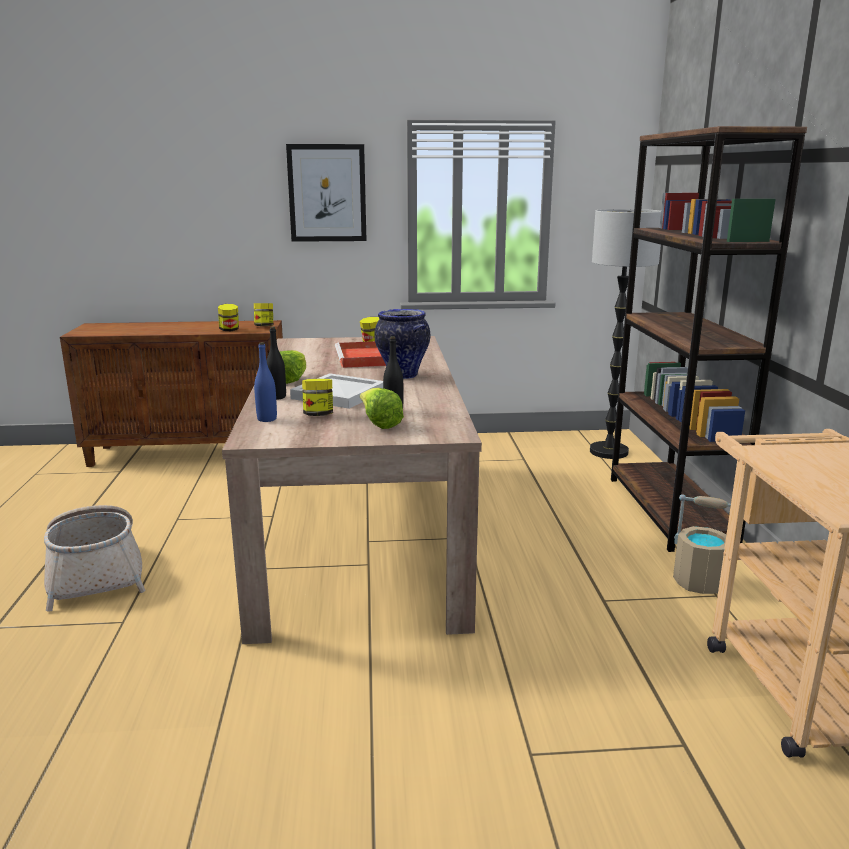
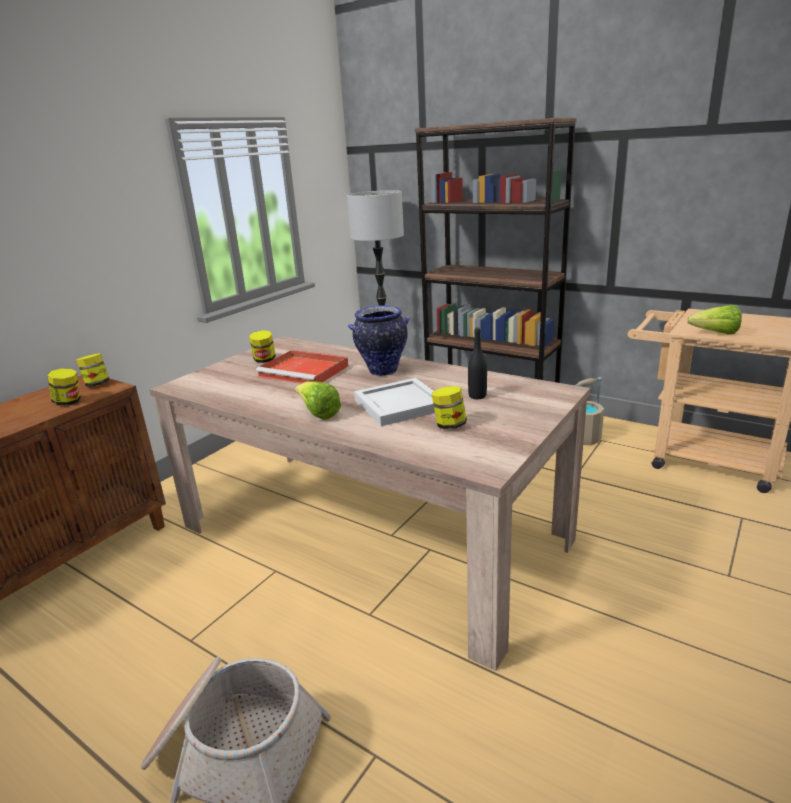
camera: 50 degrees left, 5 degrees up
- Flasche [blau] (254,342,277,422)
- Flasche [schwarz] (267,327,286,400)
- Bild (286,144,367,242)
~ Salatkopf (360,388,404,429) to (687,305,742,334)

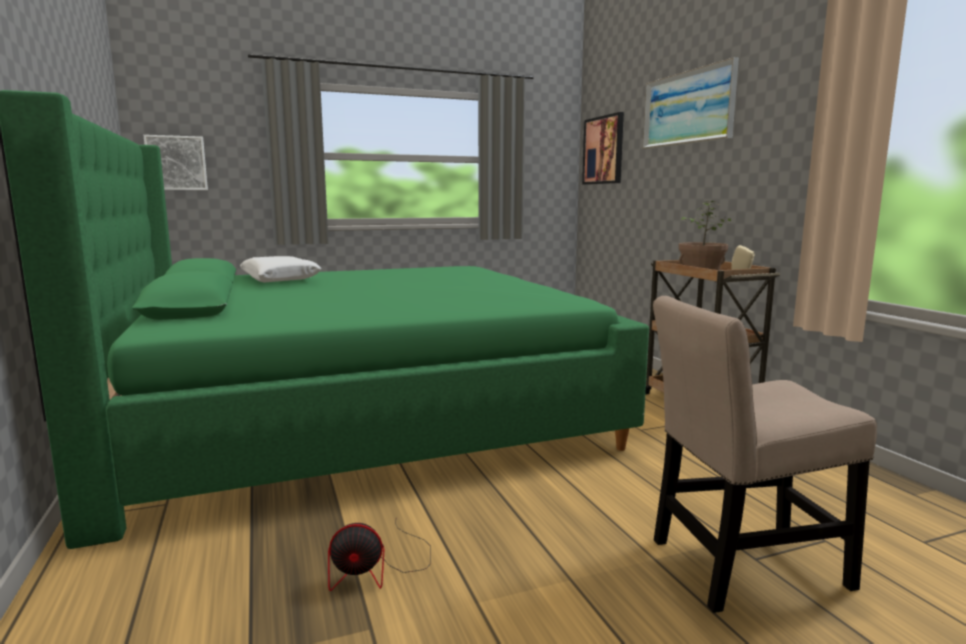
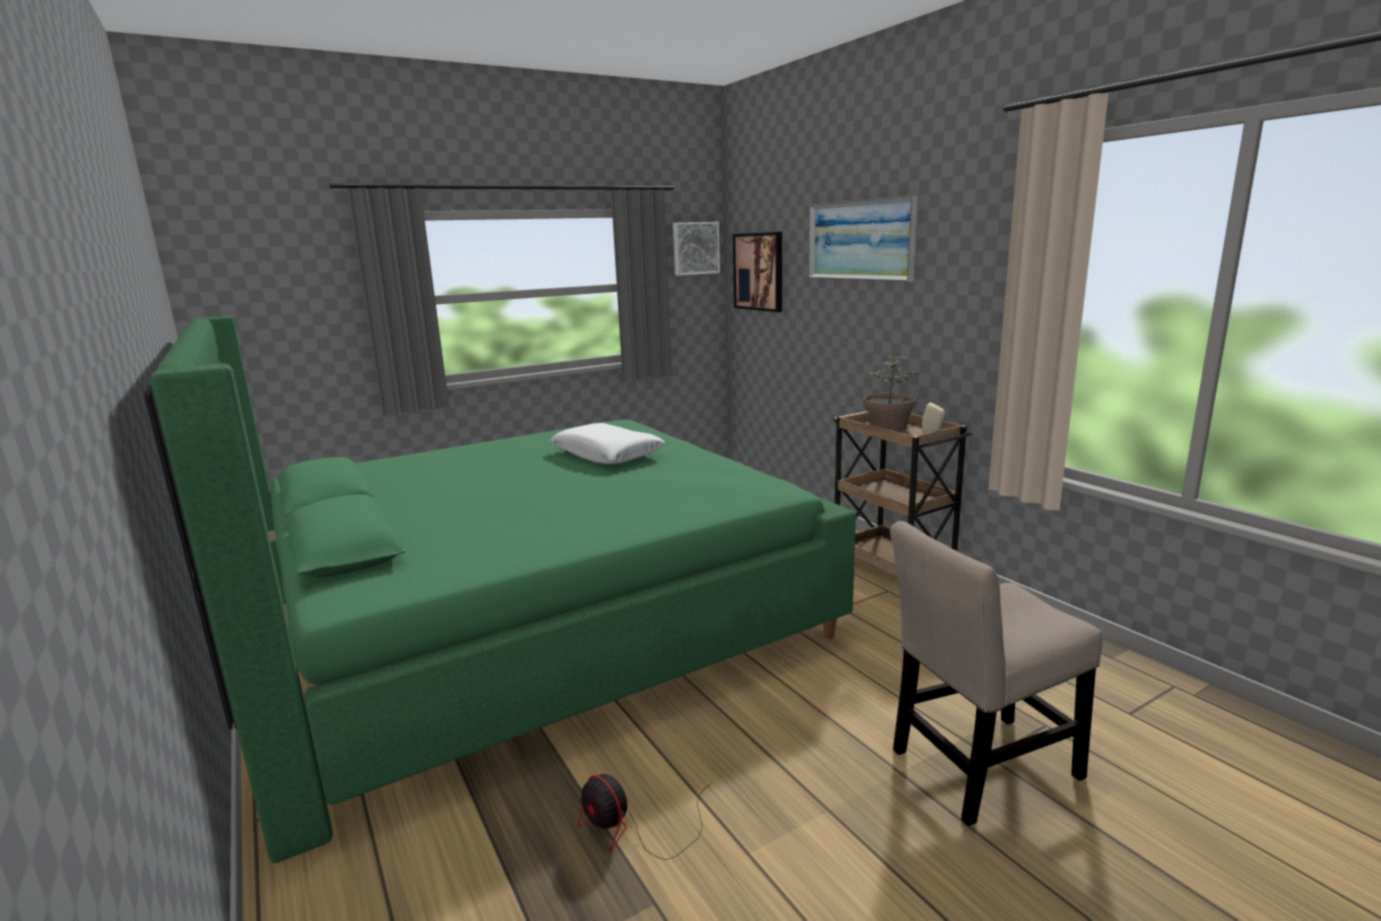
camera: 10 degrees left, 5 degrees up
~ Bild (144,135,208,190) to (673,222,720,276)
~ Kissen [weiß] (240,256,322,283) to (550,423,665,464)
~ Ventilator (328,522,431,591) = (578,774,712,860) 60 degrees clockwise

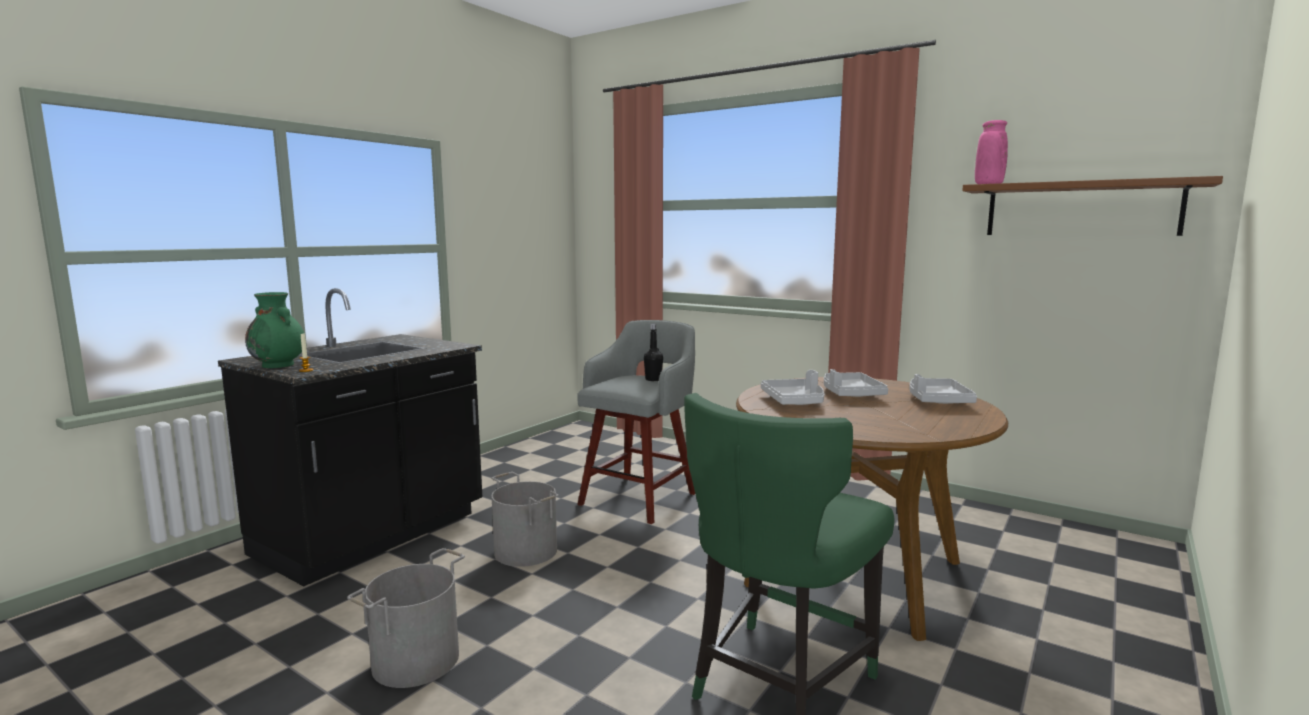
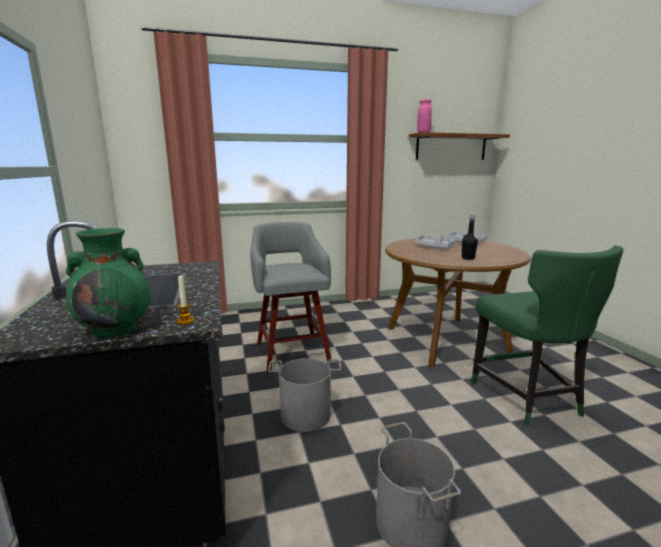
camera: 50 degrees left, 5 degrees up
~ Flasche [schwarz] (644,324,663,381) to (462,215,478,260)
- Tablett [grau] (761,370,824,405)

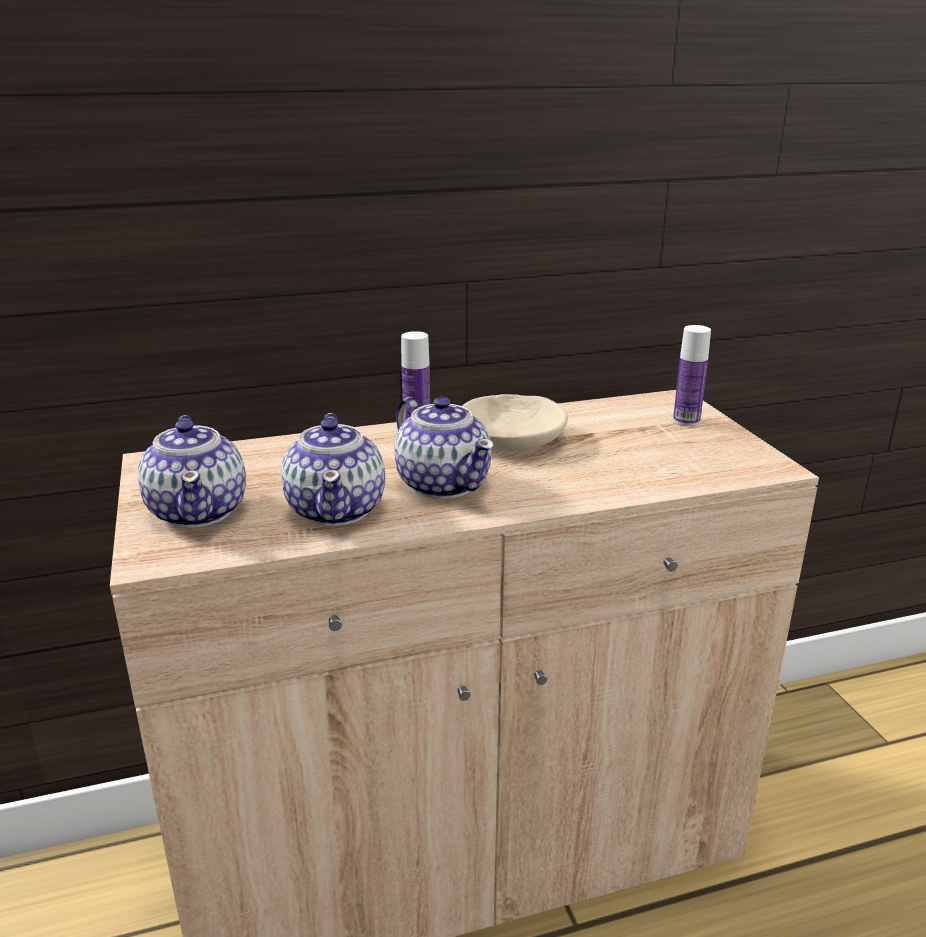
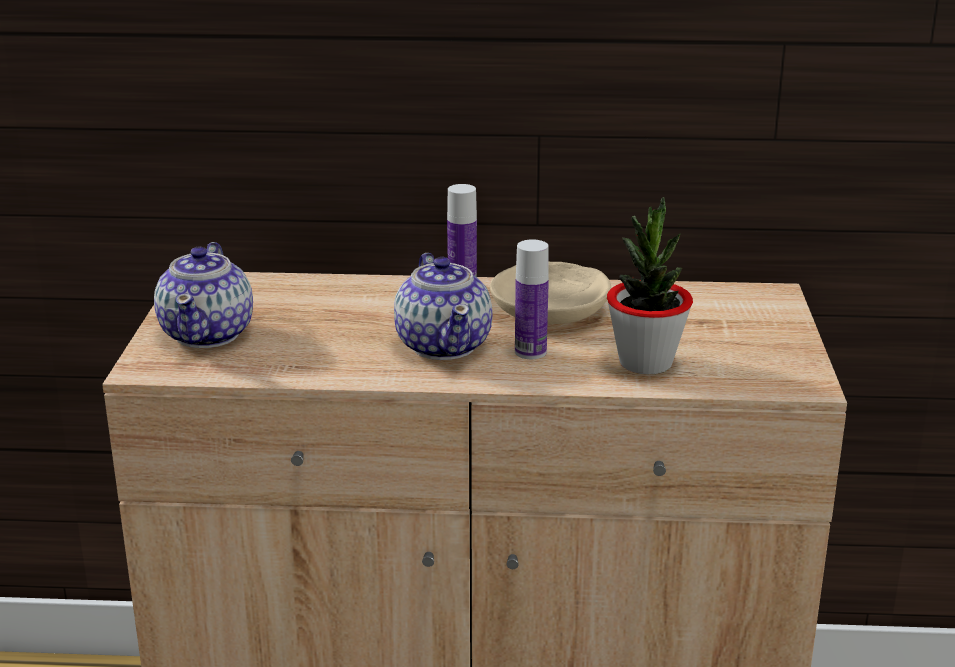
camera: 20 degrees right, 0 degrees up
- Teekanne (281,413,385,526)
~ Flasche (673,325,711,426) to (515,239,549,359)
+ Topfpflanze (607,197,693,374)

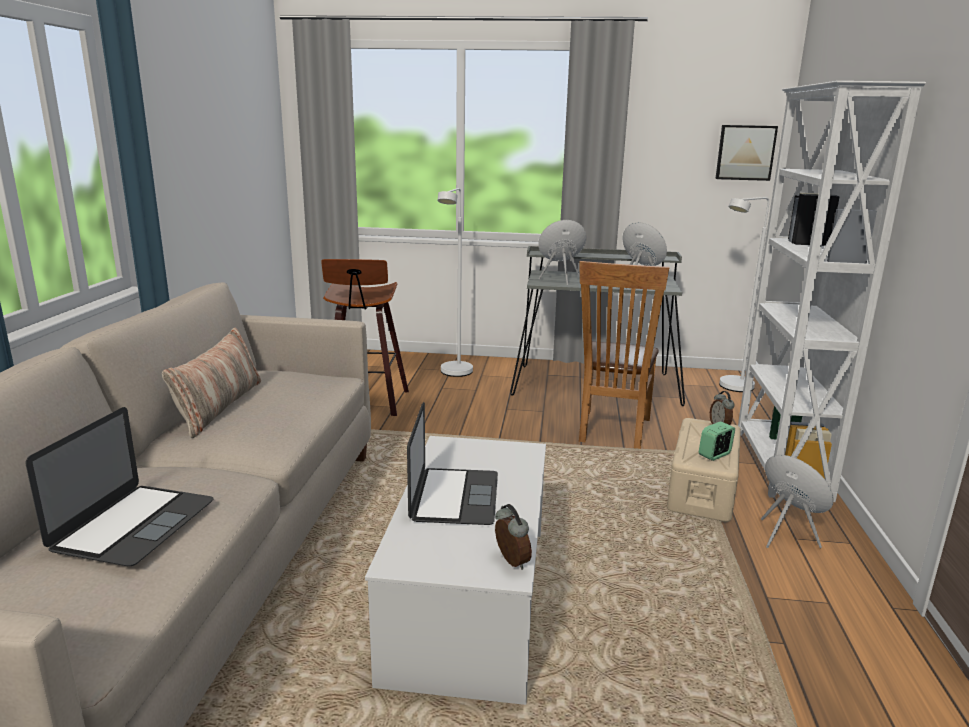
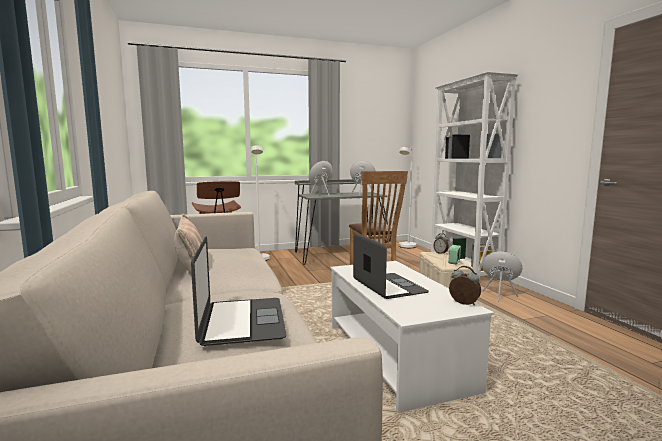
camera: 25 degrees left, 10 degrees down
- Bild (715,125,778,181)

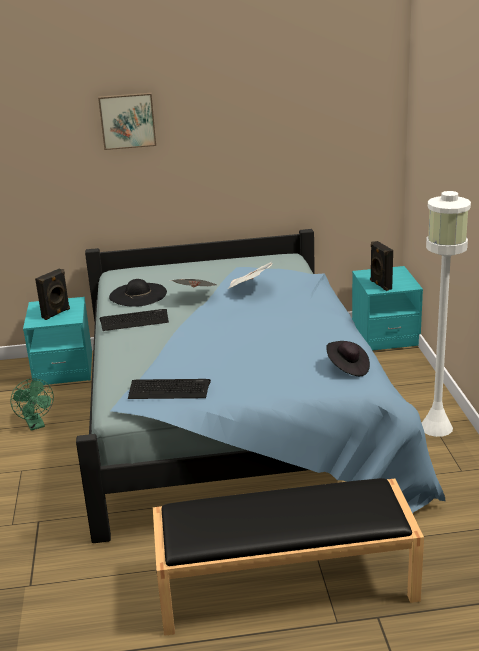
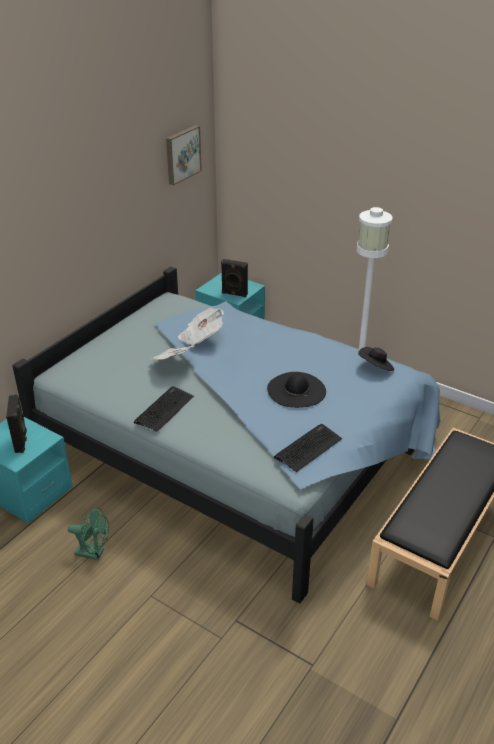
camera: 50 degrees left, 10 degrees up
~ Bild (98,93,156,150) to (166,125,202,185)
~ Hut [schwarz] (109,279,167,307) to (267,372,326,408)

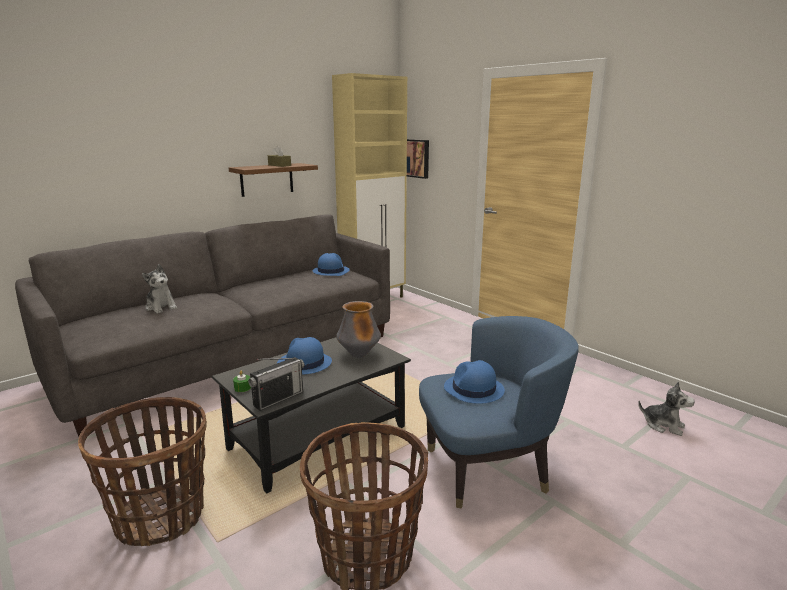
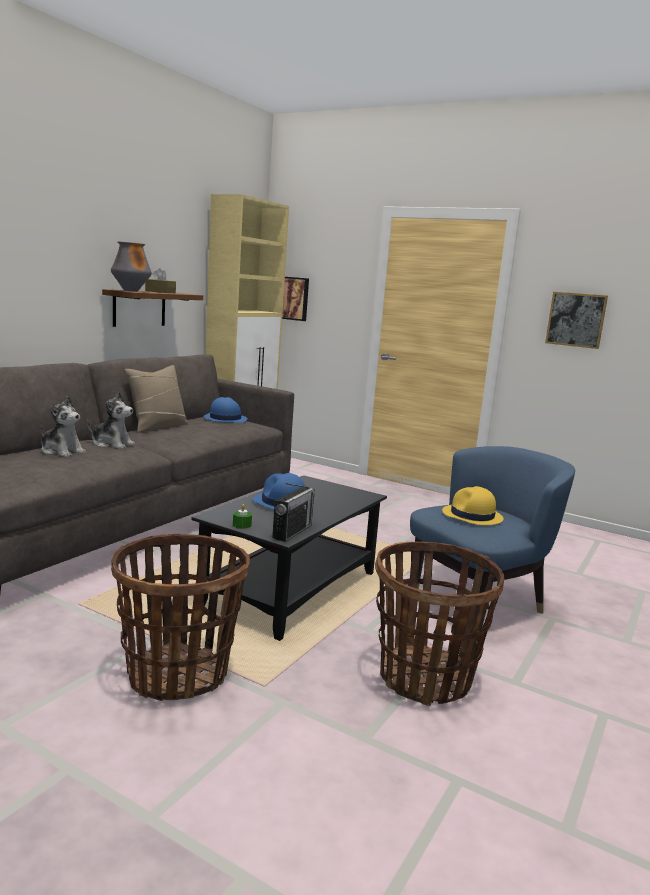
camera: 20 degrees left, 5 degrees down
~ Vase (336,301,381,358) to (111,241,152,292)
~ Hut [blau] (444,360,505,404) to Hut [gelb] (442,486,504,525)
~ Plüschtier (638,381,695,436) to (87,391,135,449)
+ Kissen [beige] (125,365,188,433)
+ Bild (545,292,608,349)

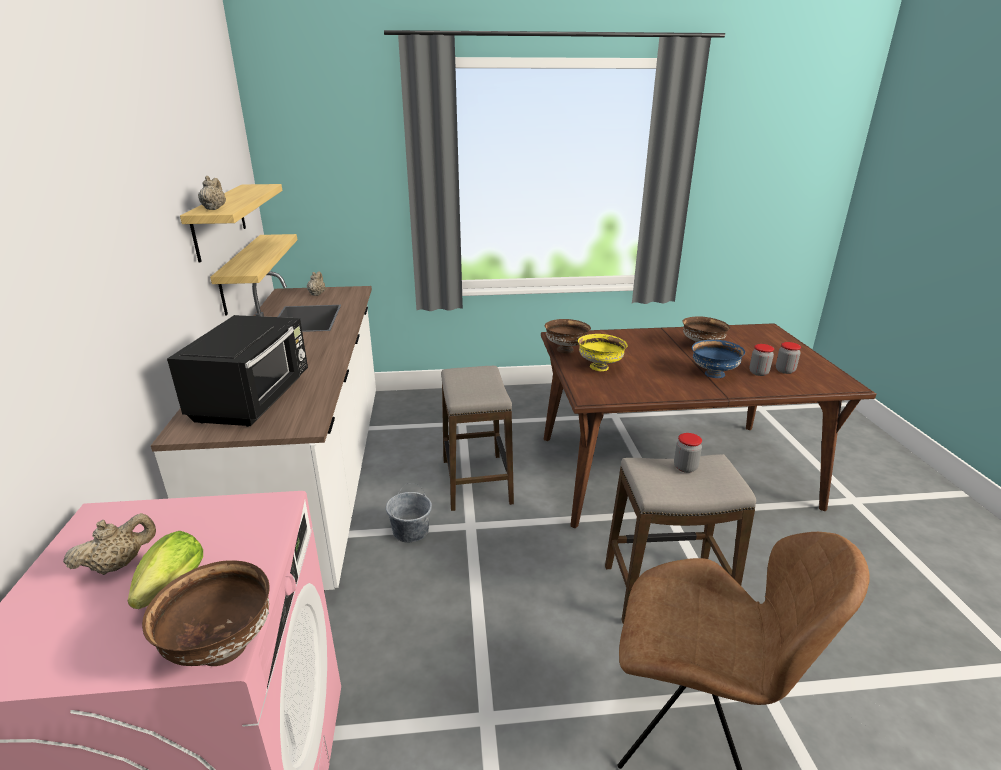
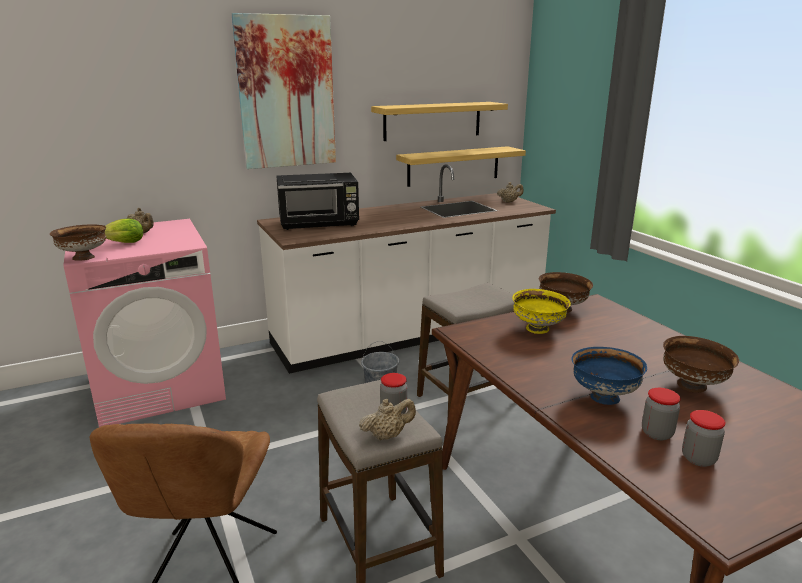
camera: 70 degrees right, 5 degrees down
~ Teekanne [beige] (198,176,226,210) to (359,399,416,441)
+ Bild (232,13,336,169)

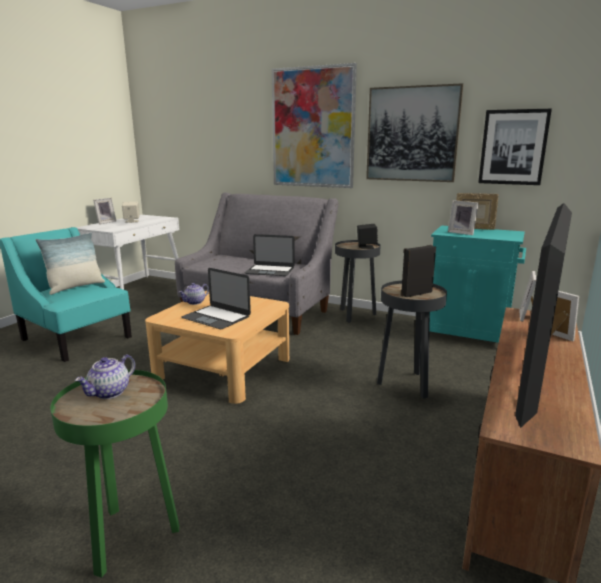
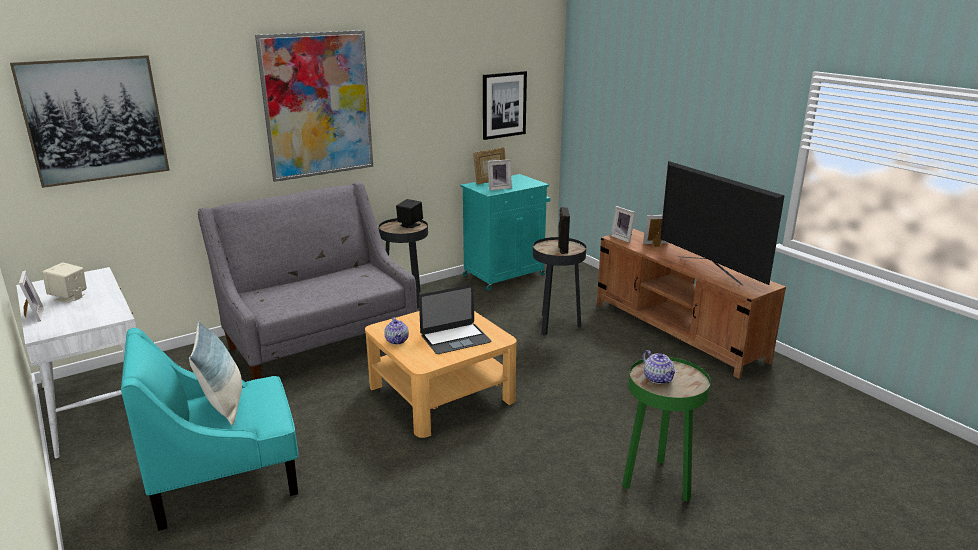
camera: 60 degrees left, 5 degrees up
- Laptop (245,234,295,276)
~ Bild (366,83,464,182) to (10,55,170,188)

